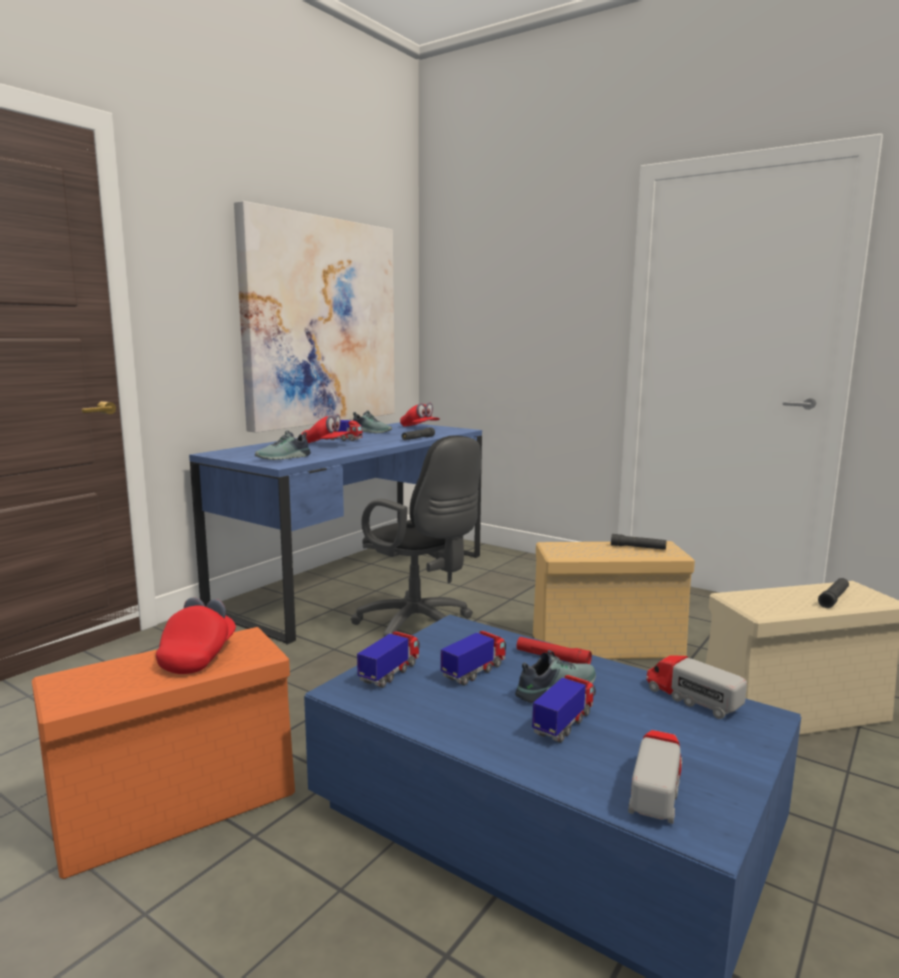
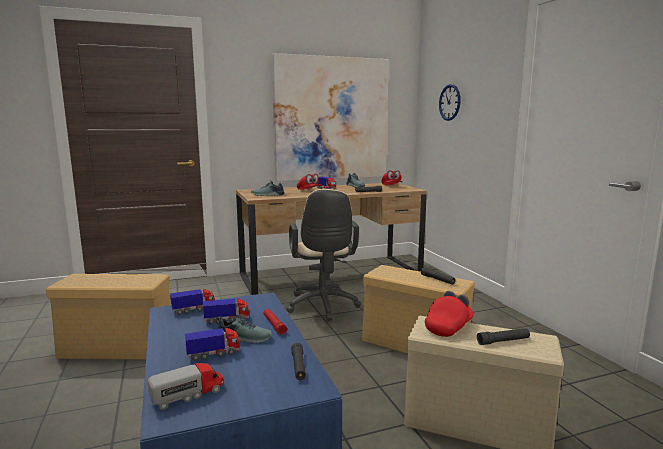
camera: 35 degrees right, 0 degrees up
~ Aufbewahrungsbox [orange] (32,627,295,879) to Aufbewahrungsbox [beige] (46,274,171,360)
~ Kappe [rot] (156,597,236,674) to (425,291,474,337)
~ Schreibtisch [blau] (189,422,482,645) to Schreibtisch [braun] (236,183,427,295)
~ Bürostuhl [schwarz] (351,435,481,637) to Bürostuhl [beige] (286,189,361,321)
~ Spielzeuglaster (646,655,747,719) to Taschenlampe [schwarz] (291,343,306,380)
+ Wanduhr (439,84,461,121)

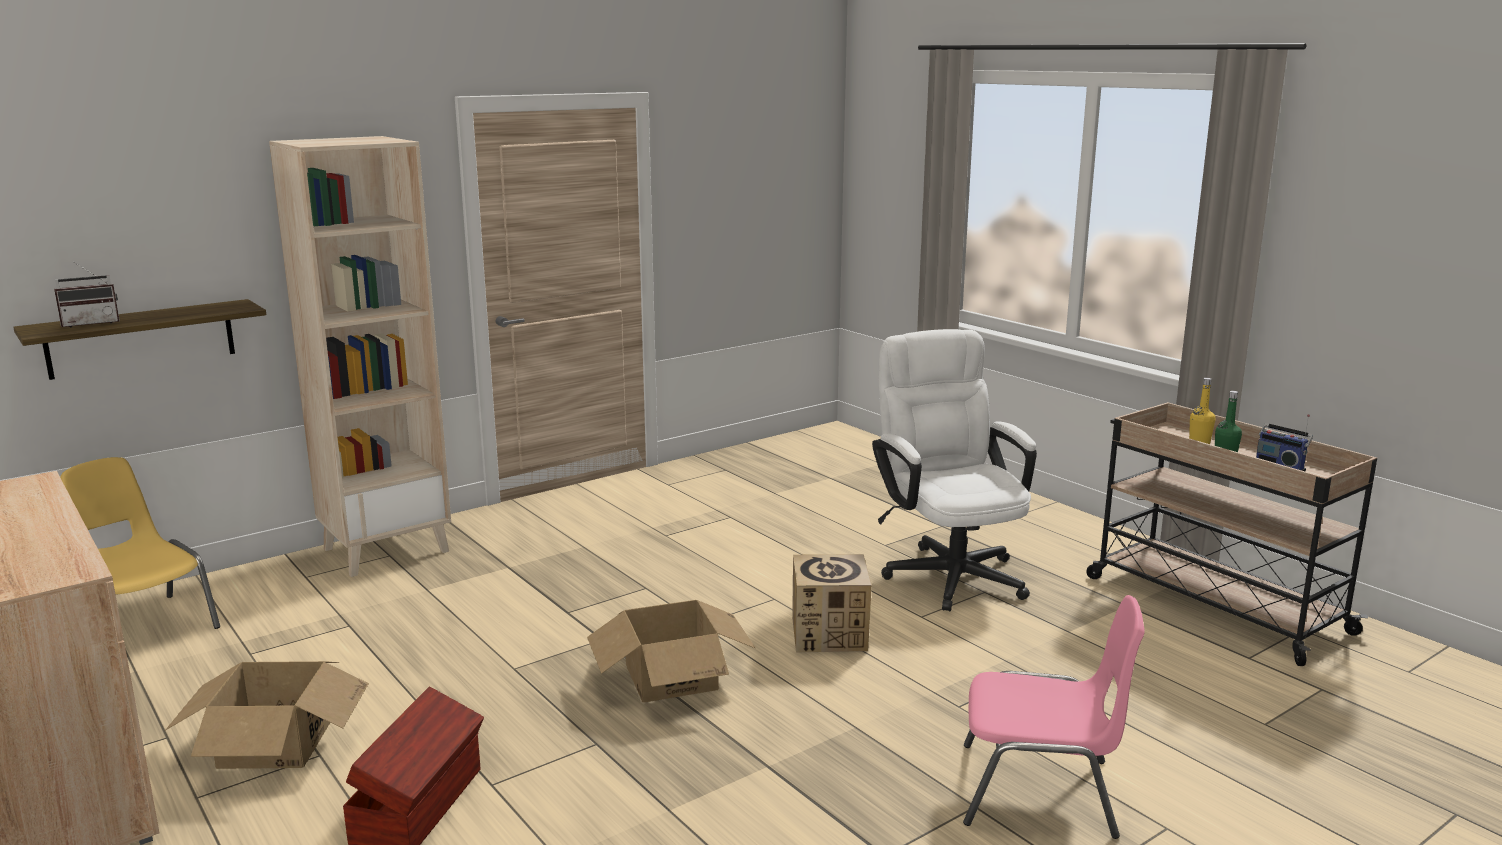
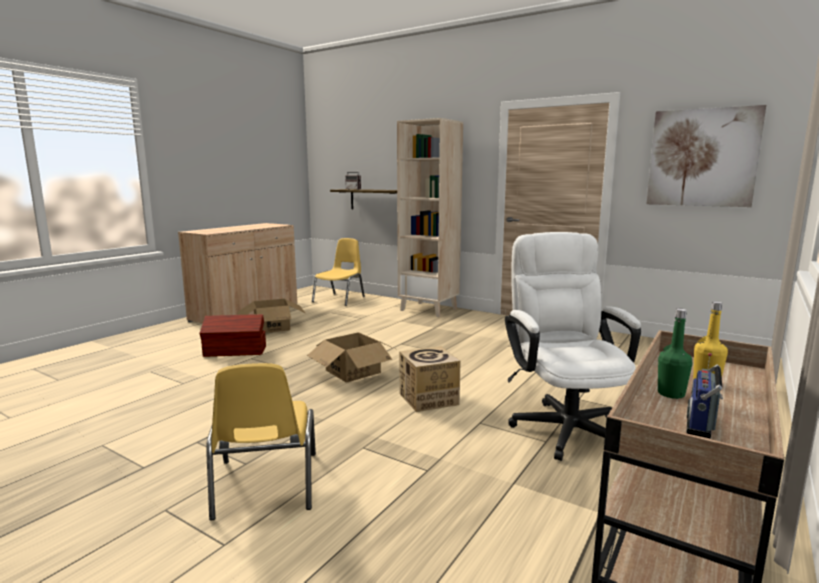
camera: 70 degrees right, 5 degrees down
~ Bürostuhl [weiß] (872,329,1037,612) = (505,232,641,461) 60 degrees counterclockwise
~ Stuhl [rosa] (963,595,1145,839) to Stuhl [gelb] (206,363,316,521)
+ Bild (647,105,766,207)

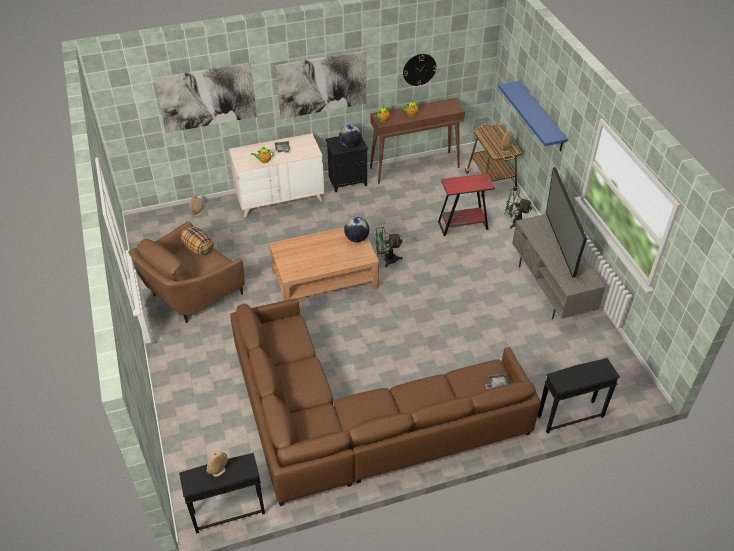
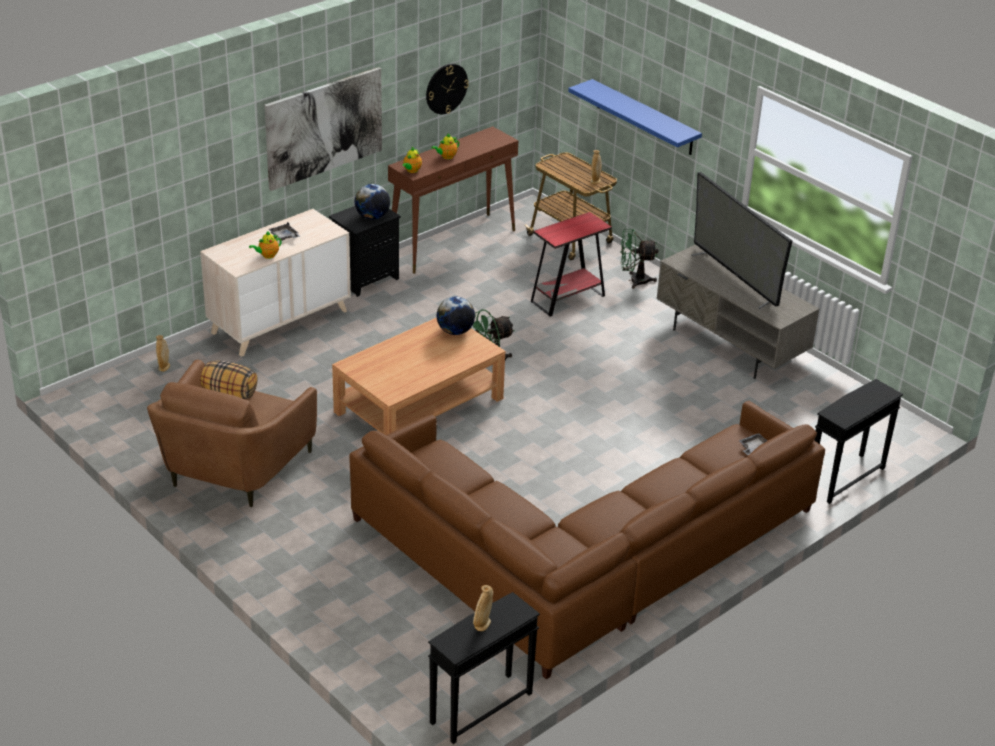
camera: 25 degrees left, 10 degrees down
- Bild (154,62,257,133)

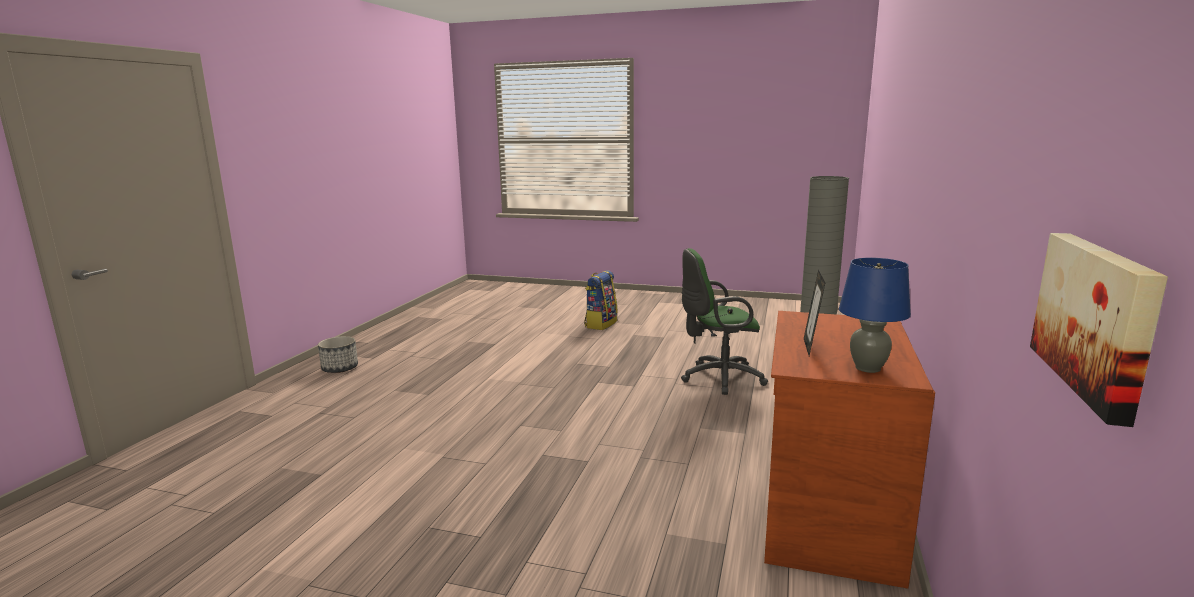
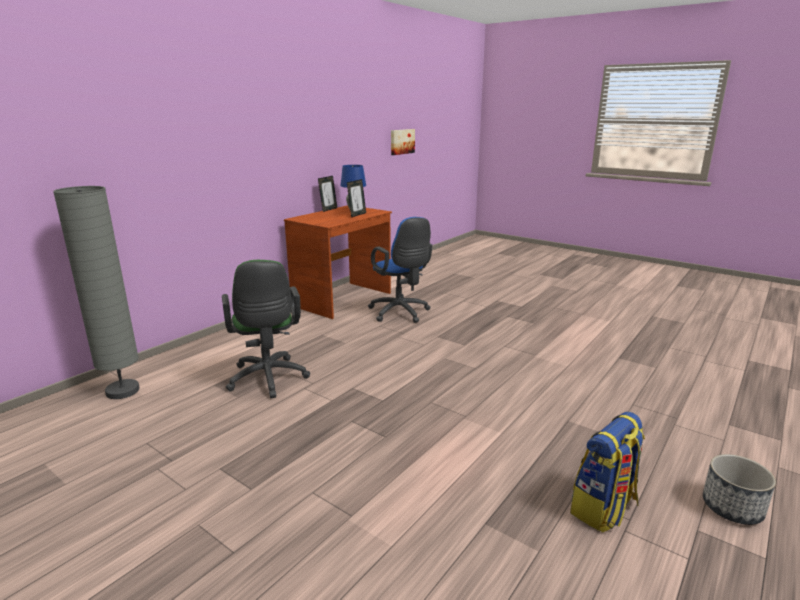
camera: 160 degrees left, 5 degrees up
~ Rucksack (584,270,618,330) to (570,412,645,532)
~ Bürostuhl [grün] (681,248,768,395) = (222,260,310,398) 60 degrees clockwise
+ Bilderrahmen (318,176,337,212)
+ Bürostuhl [blau] (368,217,432,323)

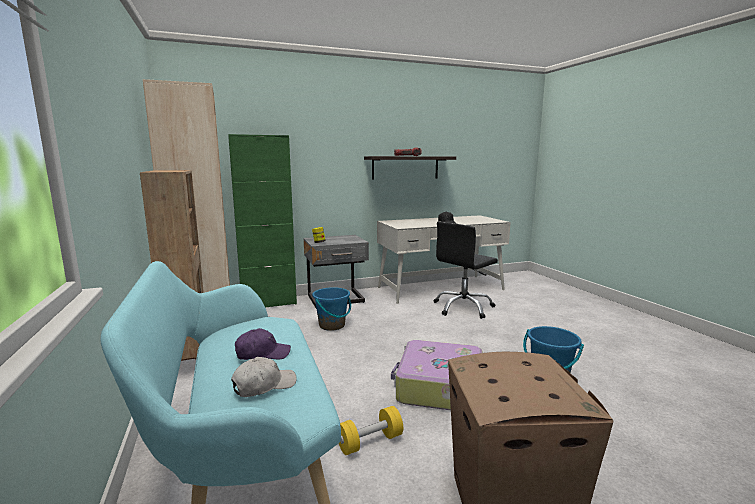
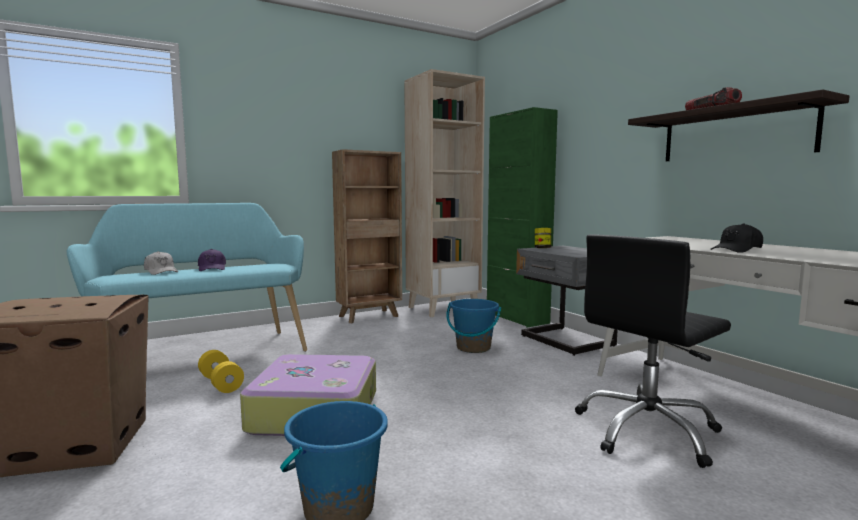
camera: 80 degrees right, 5 degrees down
~ Bürostuhl [schwarz] (433,222,498,319) = (575,234,731,468) 75 degrees counterclockwise

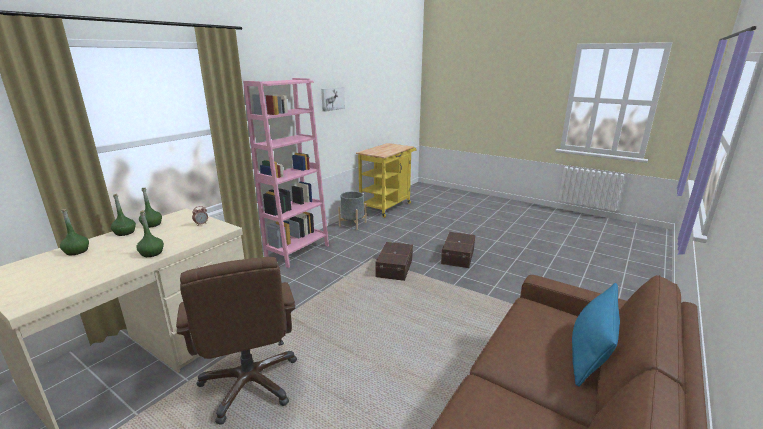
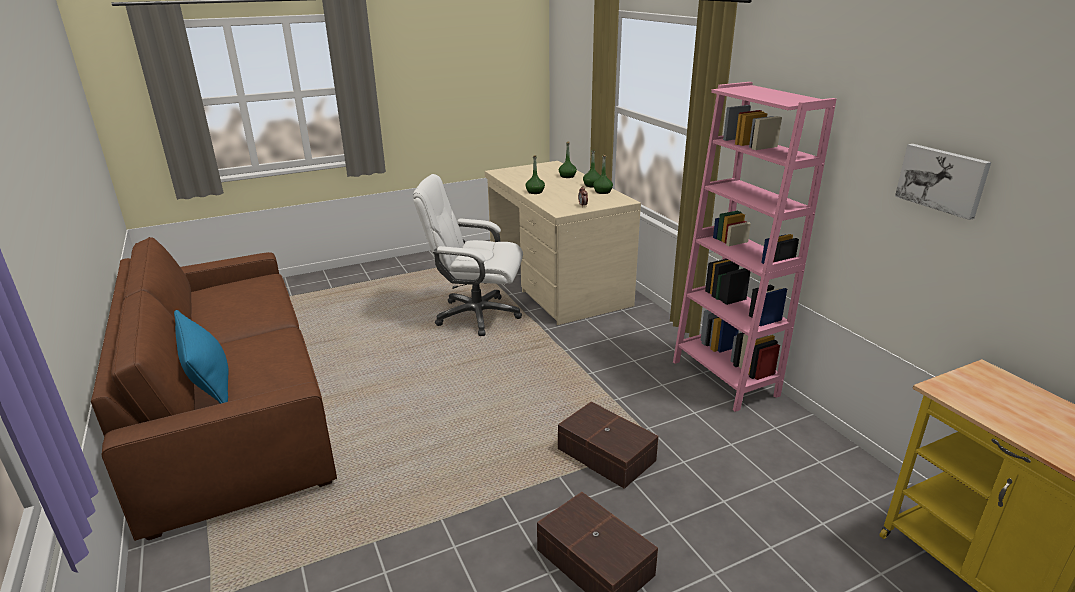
camera: 120 degrees right, 5 degrees up
~ Bürostuhl [braun] (176,257,297,425) to Bürostuhl [weiß] (413,174,523,336)
- Pflanzkübel [grau] (338,191,367,230)

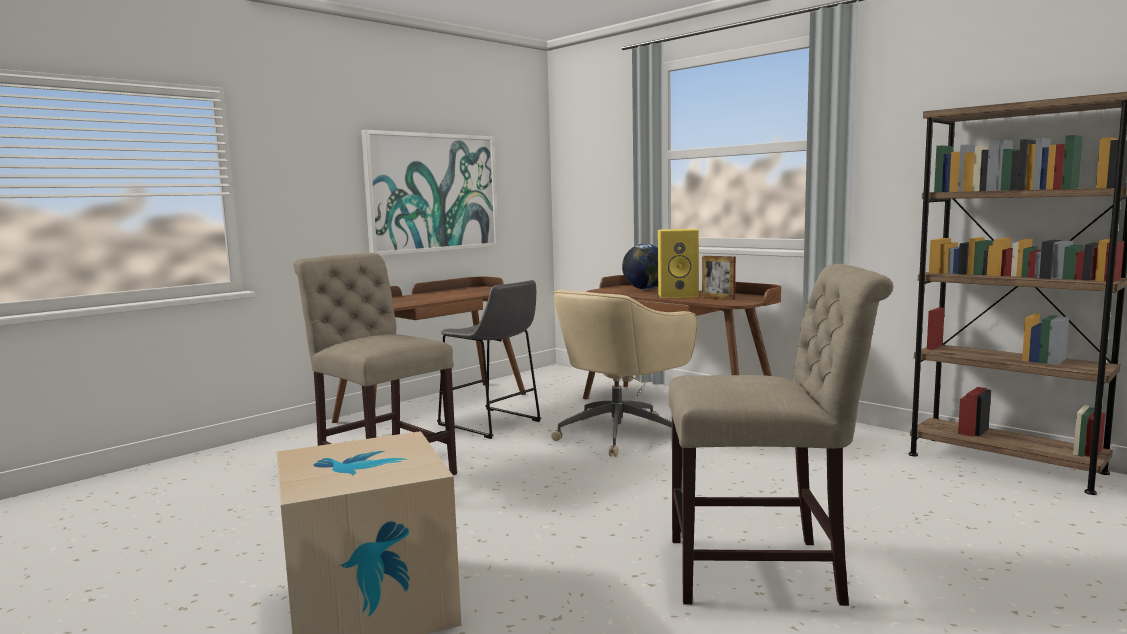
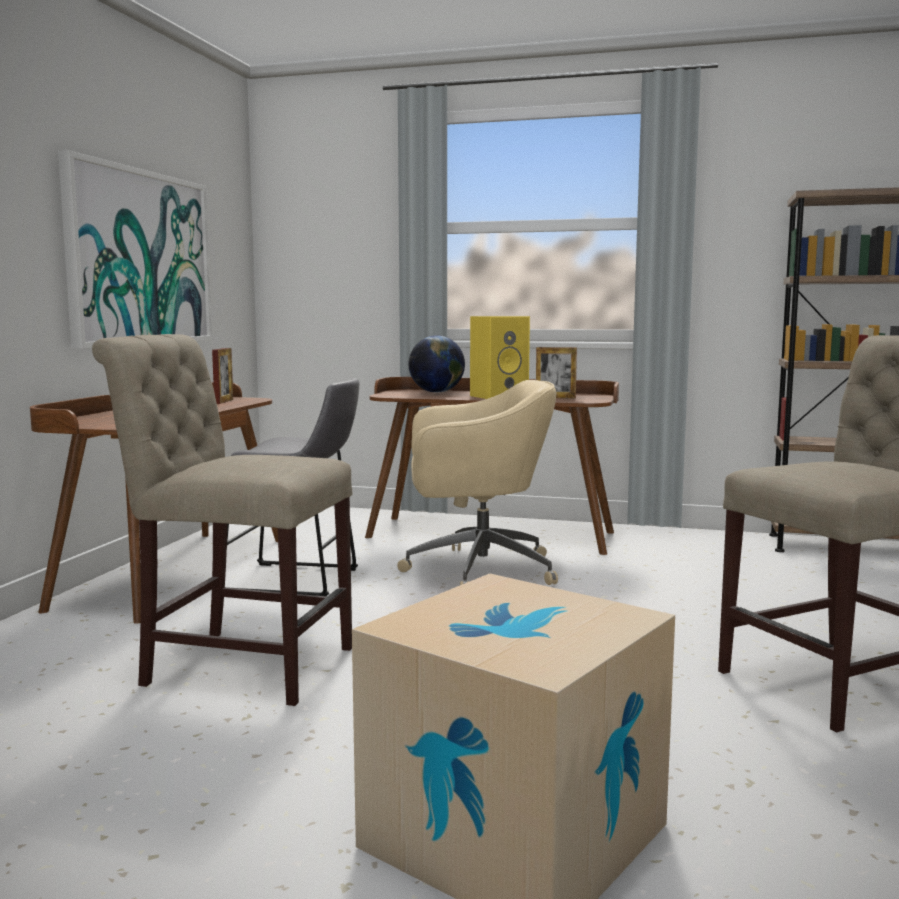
camera: 30 degrees left, 0 degrees up
~ Bürostuhl [beige] (551,290,698,457) = (397,380,558,585) 105 degrees counterclockwise
+ Bilderrahmen (212,348,233,404)

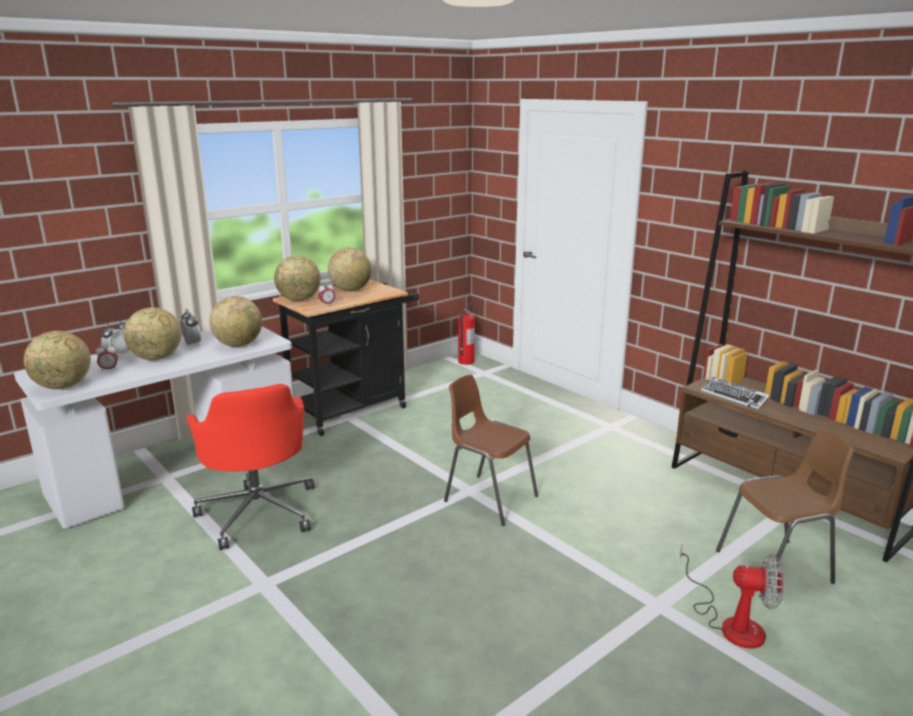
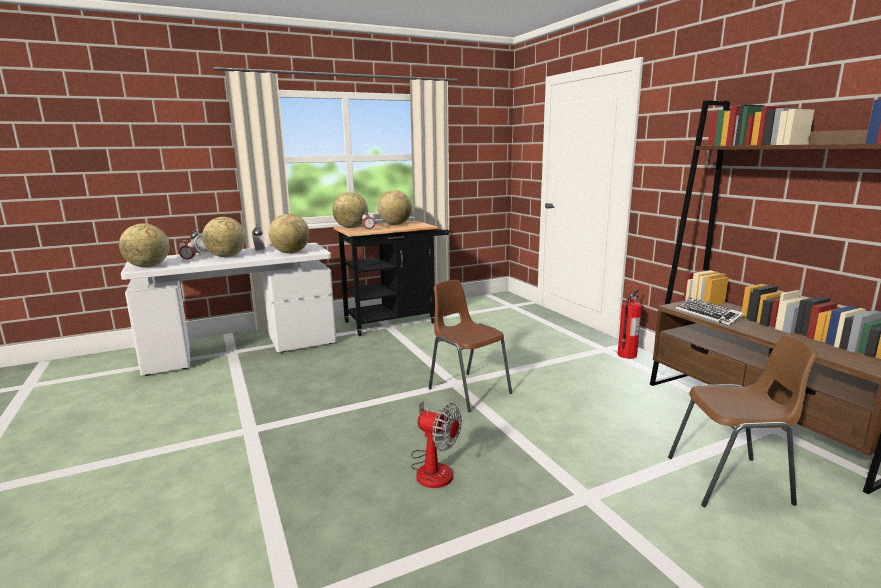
camera: 15 degrees right, 5 degrees down
- Bürostuhl [rot] (186,384,315,550)
~ Feuerlöscher (458,303,475,365) to (618,289,642,359)
~ Ventilator (680,545,784,649) to (411,401,462,488)

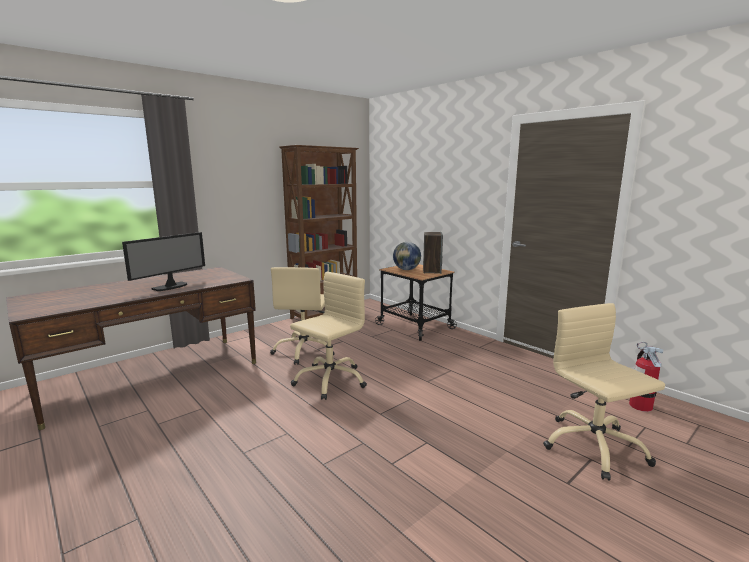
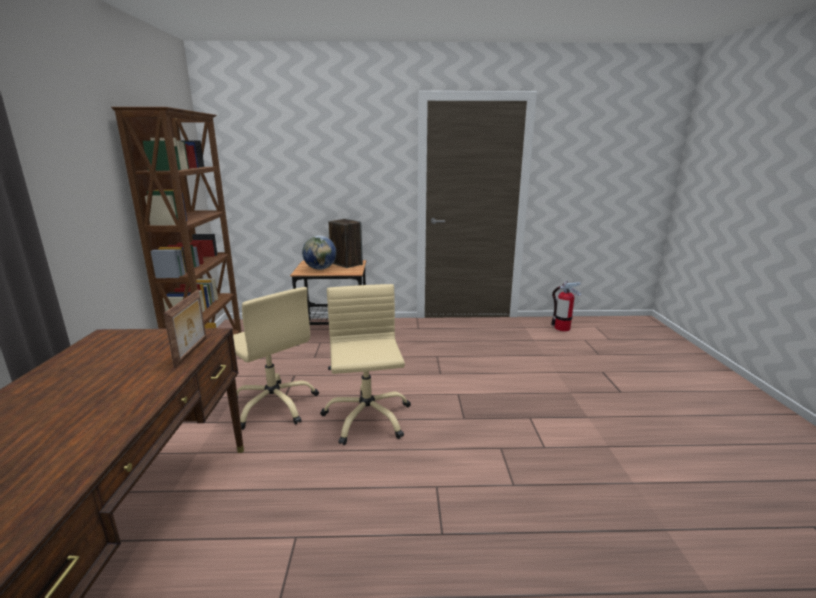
camera: 50 degrees left, 5 degrees up
- Monitor (122,232,205,291)
- Bürostuhl [beige] (543,303,665,481)
+ Bilderrahmen (163,290,206,368)

